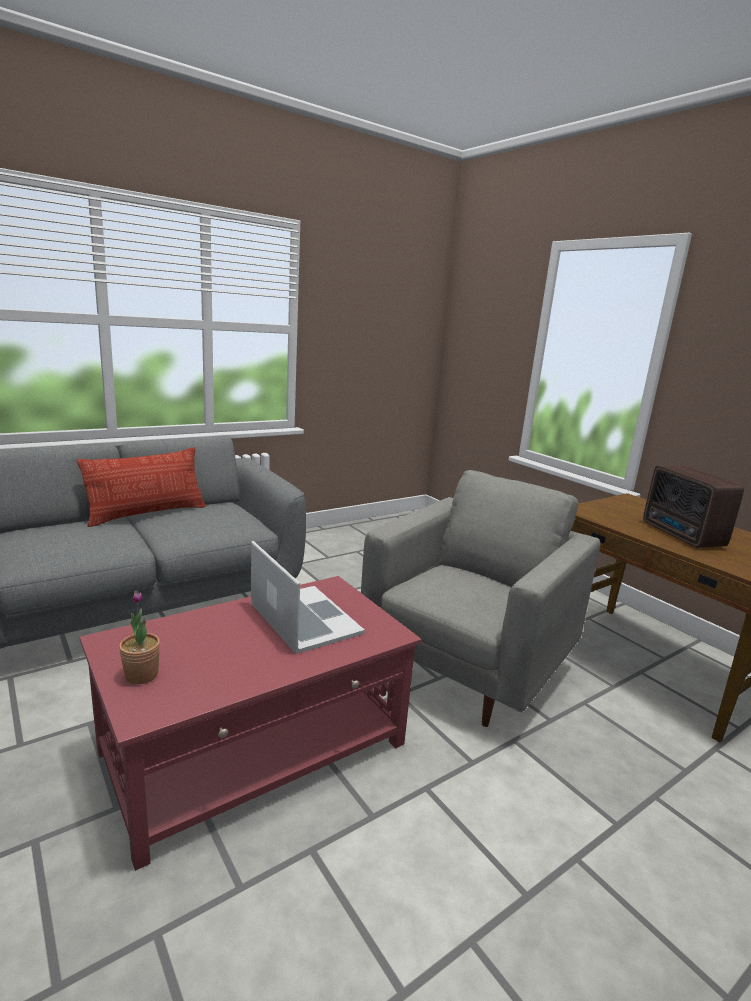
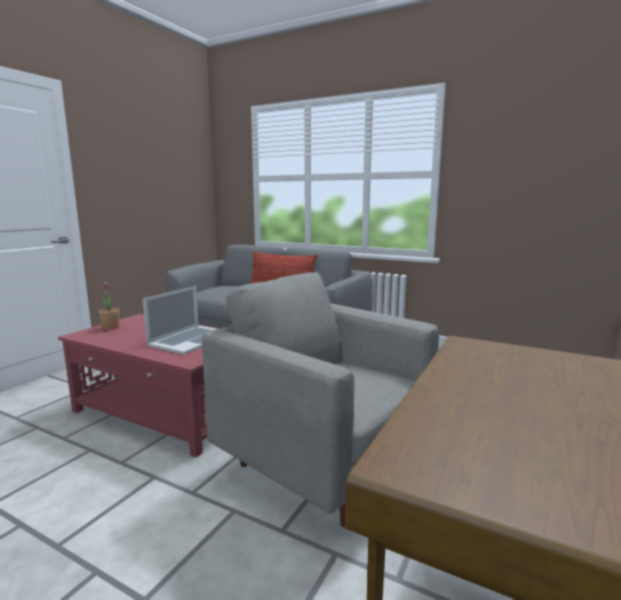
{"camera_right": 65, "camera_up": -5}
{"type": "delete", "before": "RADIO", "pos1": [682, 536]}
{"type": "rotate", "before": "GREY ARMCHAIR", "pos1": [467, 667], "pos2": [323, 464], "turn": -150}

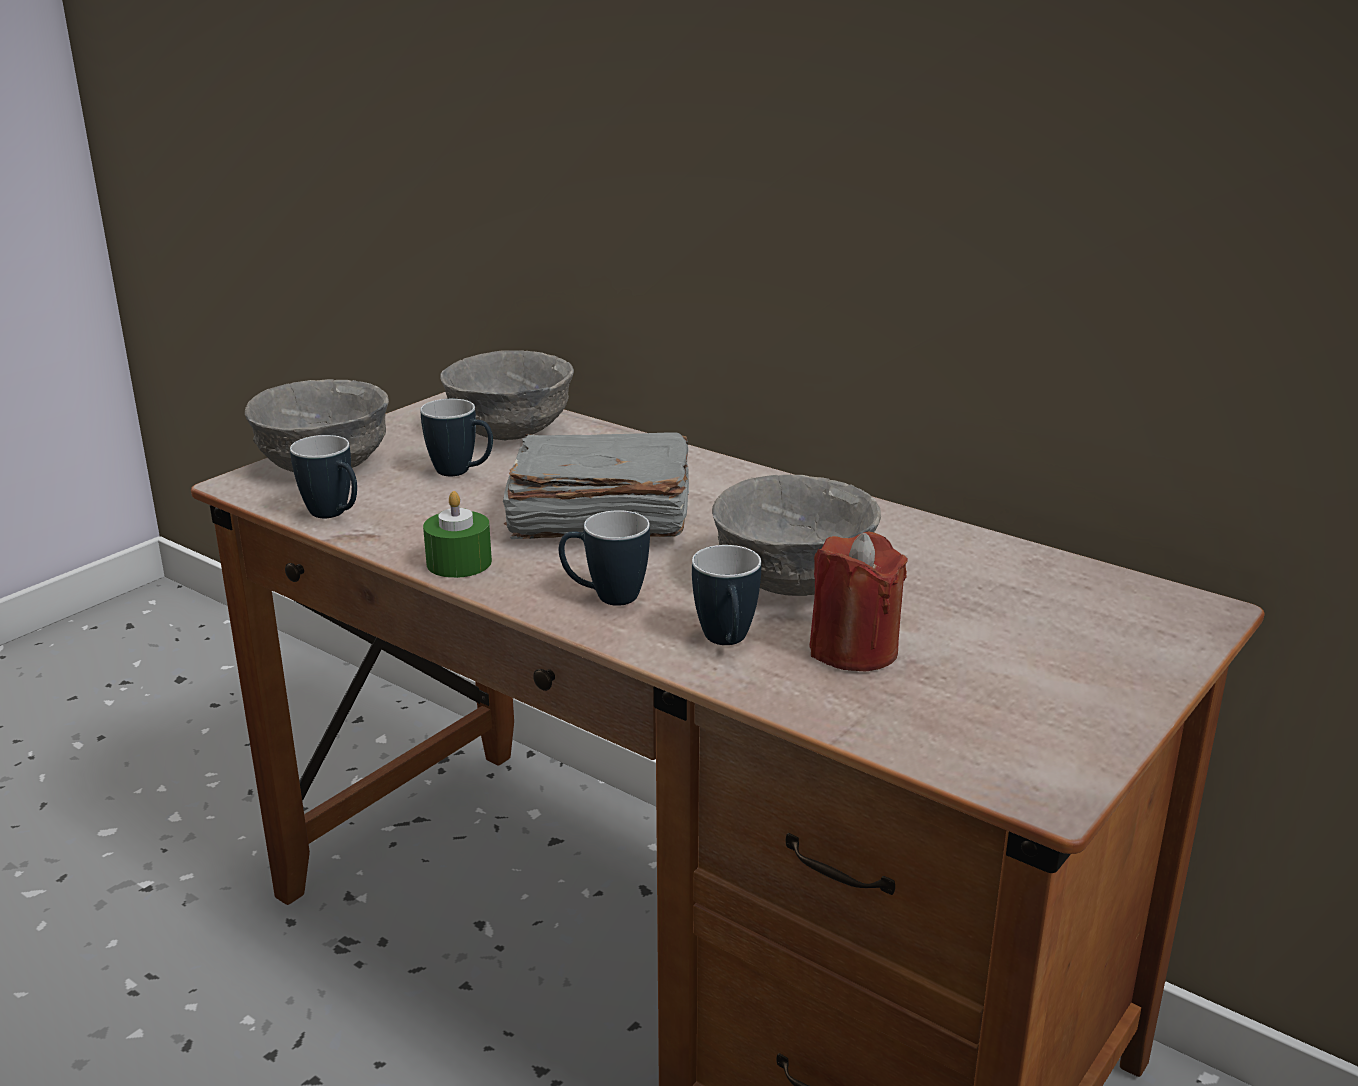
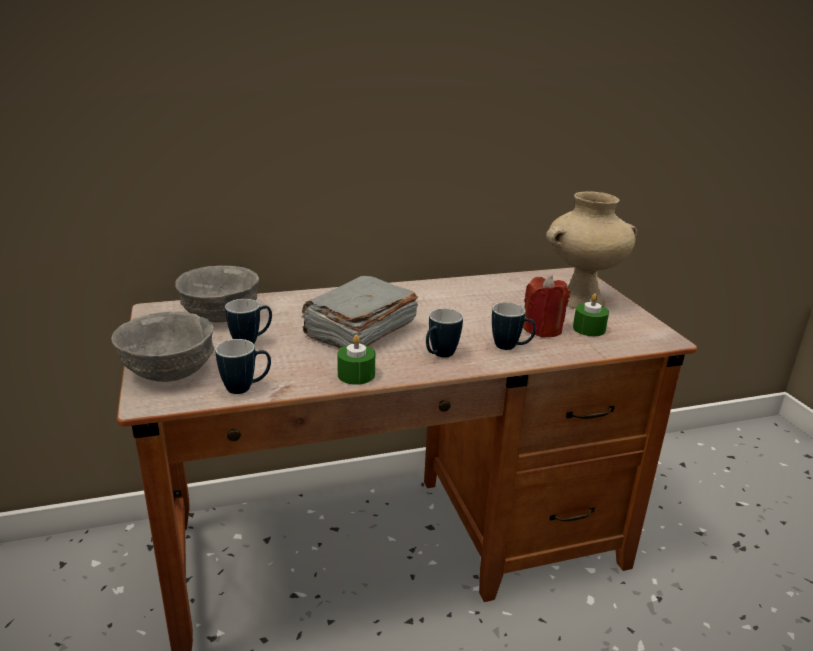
{"camera_right": -55, "camera_up": 0}
{"type": "delete", "before": "GREY BOWL", "pos1": [795, 579]}
{"type": "insert", "after": "BEIGE VASE", "pos2": [581, 300]}
{"type": "insert", "after": "GREEN CANDLE", "pos2": [589, 329]}

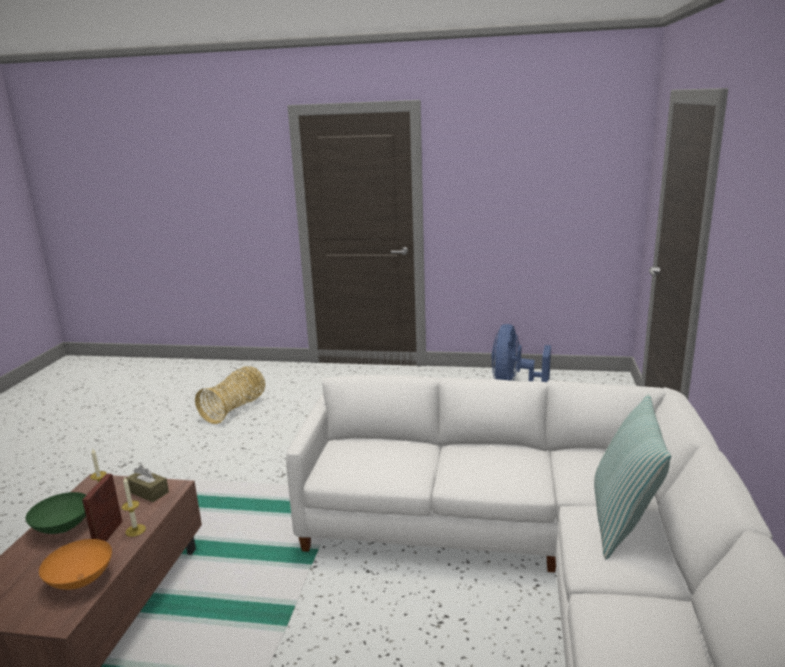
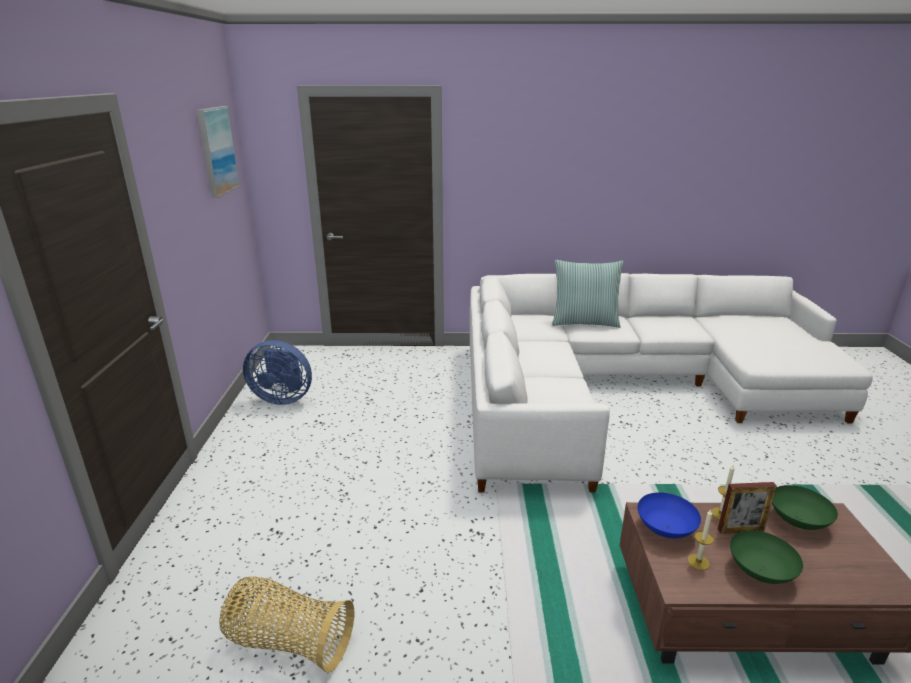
{"camera_right": -100, "camera_up": 5}
{"type": "insert", "after": "PICTURE", "pos2": [217, 151]}
{"type": "replace", "before": "BROWN TISSUE BOX", "after": "BLUE BOWL", "pos1": [148, 492], "pos2": [665, 529]}
{"type": "recolor", "before": "ORANGE BOWL", "after": "GREEN BOWL", "pos1": [80, 580], "pos2": [798, 522]}

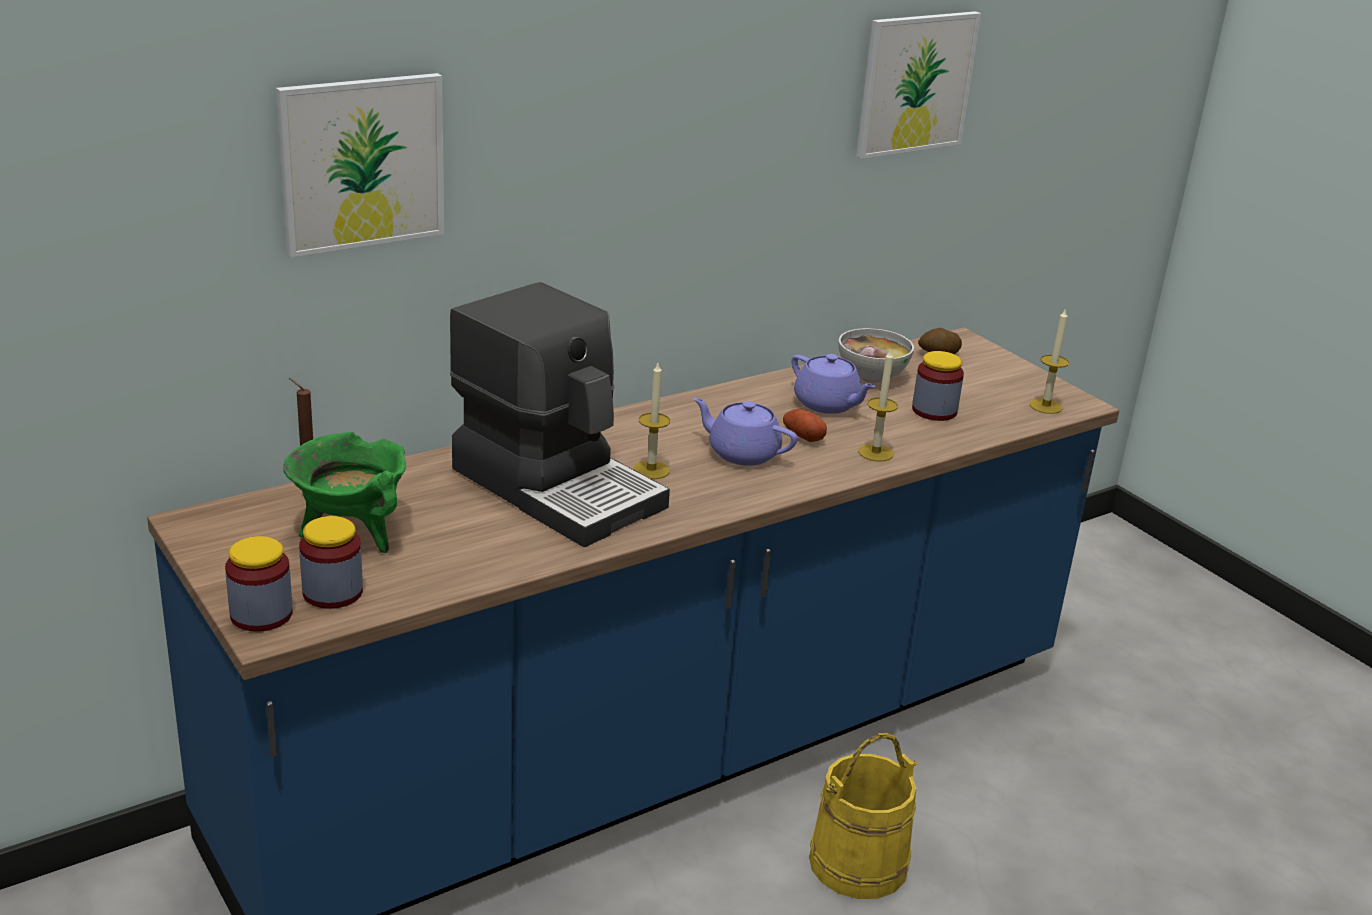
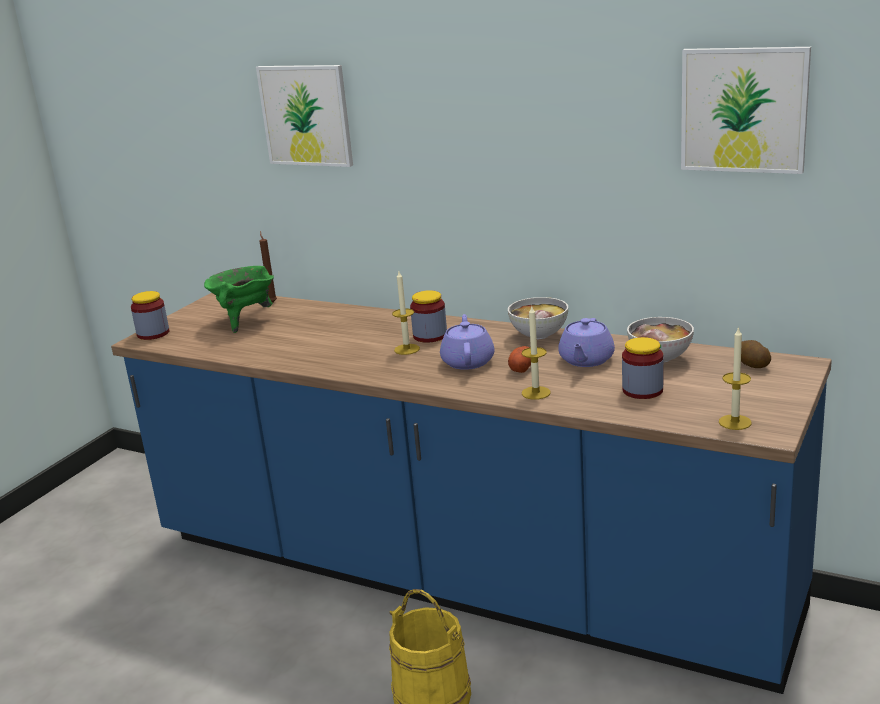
{"camera_right": 65, "camera_up": -5}
{"type": "delete", "before": "COFFEE MACHINE", "pos1": [558, 486]}
{"type": "insert", "after": "BOWL", "pos2": [538, 335]}
{"type": "move", "before": "JAR", "pos1": [332, 592], "pos2": [430, 336]}

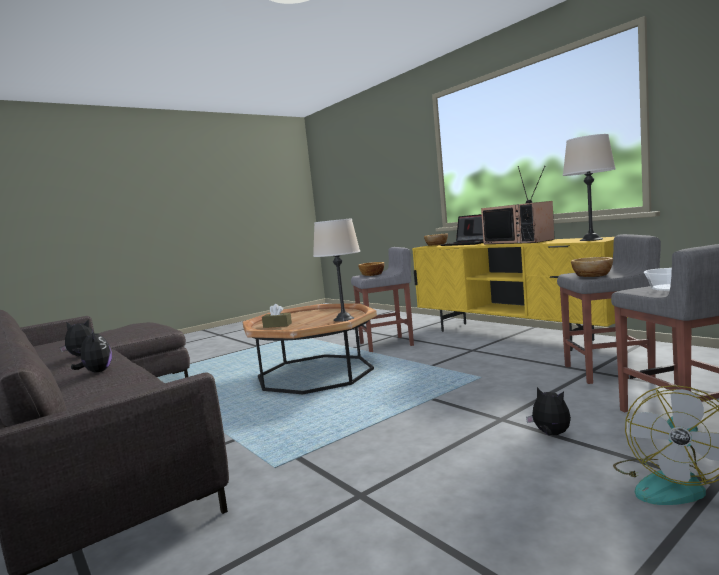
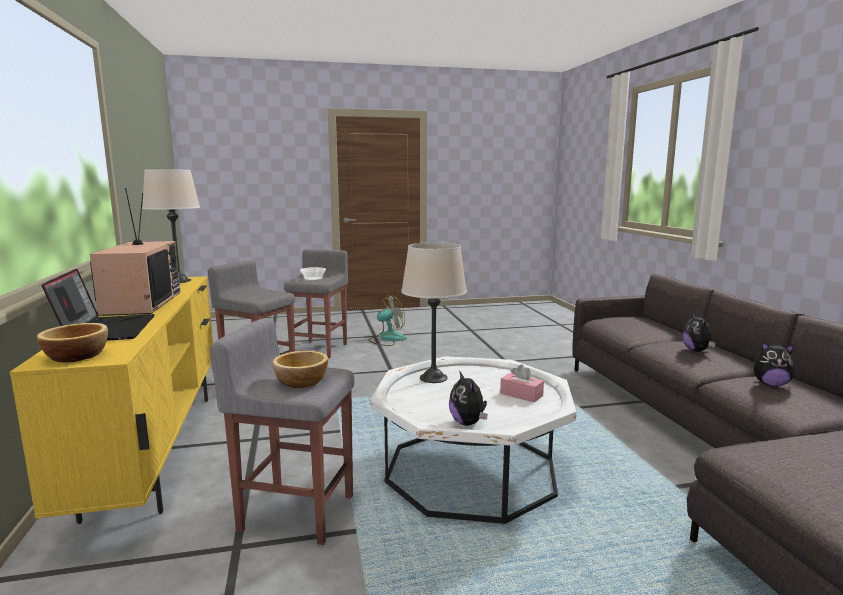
{"camera_right": -155, "camera_up": 5}
{"type": "delete", "before": "BOWL", "pos1": [593, 275]}
{"type": "move", "before": "PLUSH TOY", "pos1": [550, 434], "pos2": [468, 423]}
{"type": "recolor", "before": "BROWN COFFEE TABLE", "after": "WHITE COFFEE TABLE", "pos1": [315, 374], "pos2": [471, 471]}
{"type": "recolor", "before": "BROWN TISSUE BOX", "after": "PINK TISSUE BOX", "pos1": [277, 325], "pos2": [521, 395]}

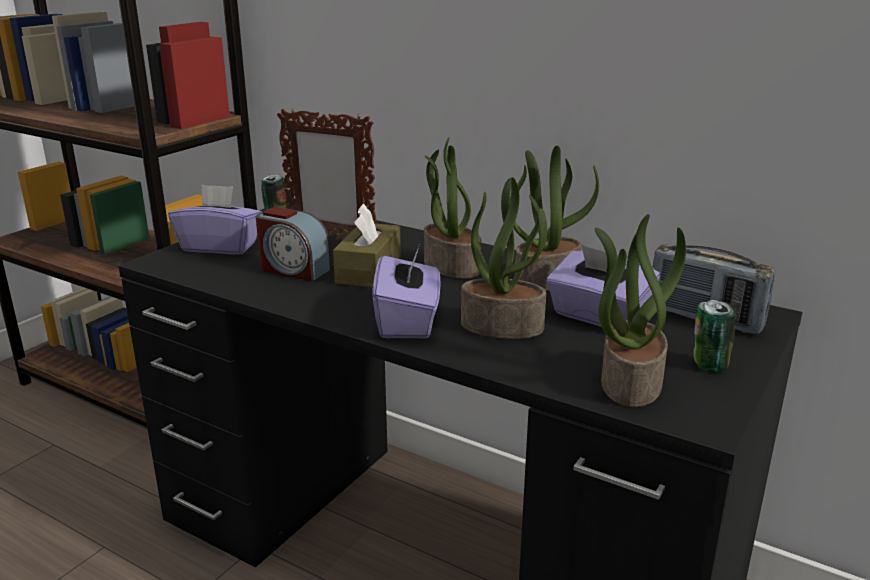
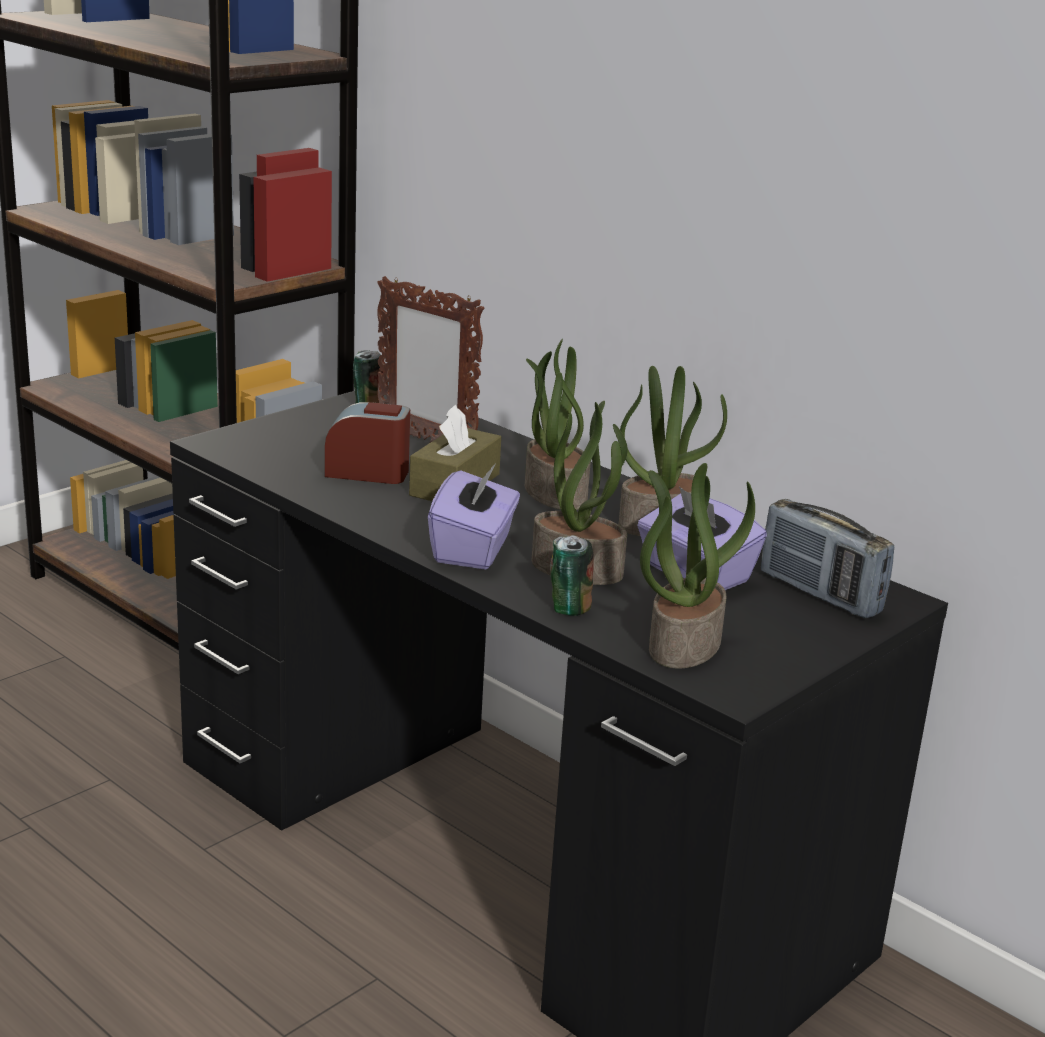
{"camera_right": 10, "camera_up": 0}
{"type": "delete", "before": "PURPLE TISSUE BOX", "pos1": [220, 246]}
{"type": "move", "before": "CAN", "pos1": [708, 365], "pos2": [568, 608]}
{"type": "rotate", "before": "ALARM CLOCK", "pos1": [294, 269], "pos2": [367, 473], "turn": 150}

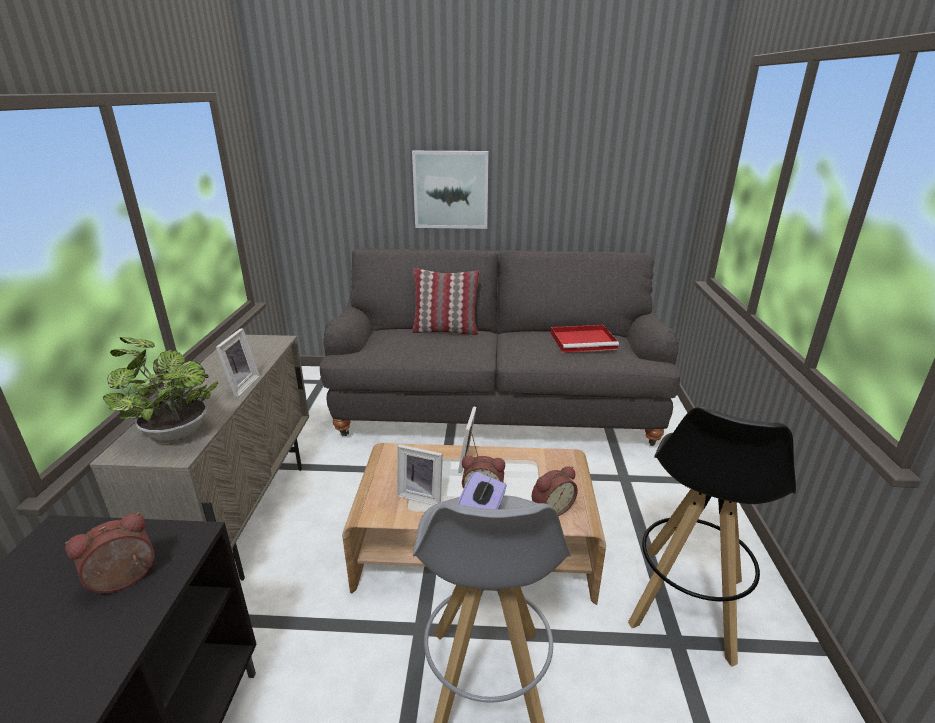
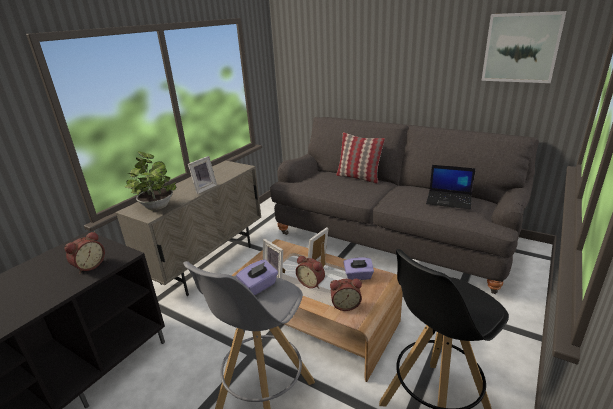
{"camera_right": 30, "camera_up": 0}
{"type": "insert", "after": "PURPLE TISSUE BOX", "pos2": [358, 276]}
{"type": "move", "before": "PICTURE", "pos1": [451, 190], "pos2": [521, 48]}
{"type": "replace", "before": "RED TRAY", "after": "LAPTOP", "pos1": [584, 341], "pos2": [449, 200]}
{"type": "rotate", "before": "ALARM CLOCK", "pos1": [124, 581], "pos2": [89, 266], "turn": 135}

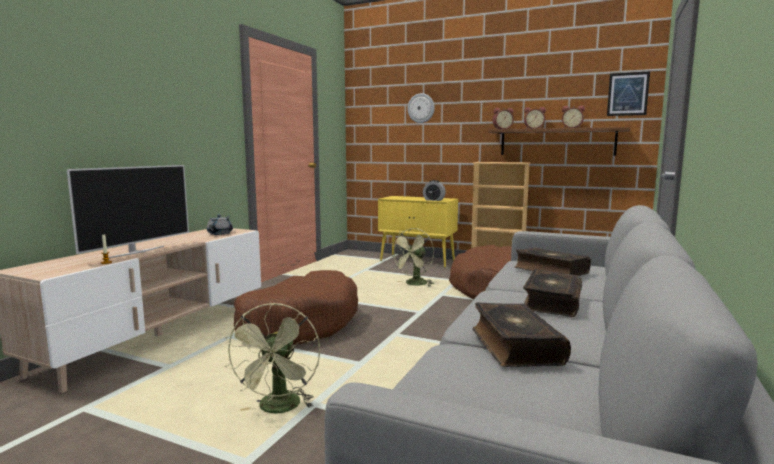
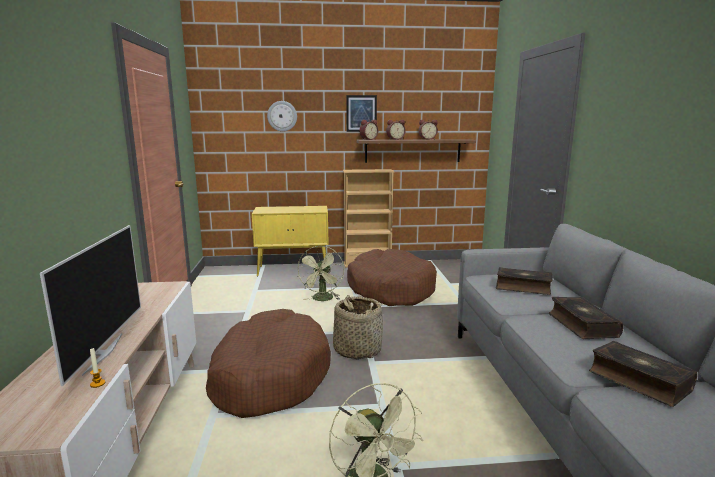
{"camera_right": -30, "camera_up": 5}
{"type": "delete", "before": "GREY TEAPOT", "pos1": [220, 233]}
{"type": "delete", "before": "ALARM CLOCK", "pos1": [434, 200]}
{"type": "insert", "after": "BASKET", "pos2": [357, 350]}
{"type": "move", "before": "PICTURE", "pos1": [628, 94], "pos2": [361, 113]}

